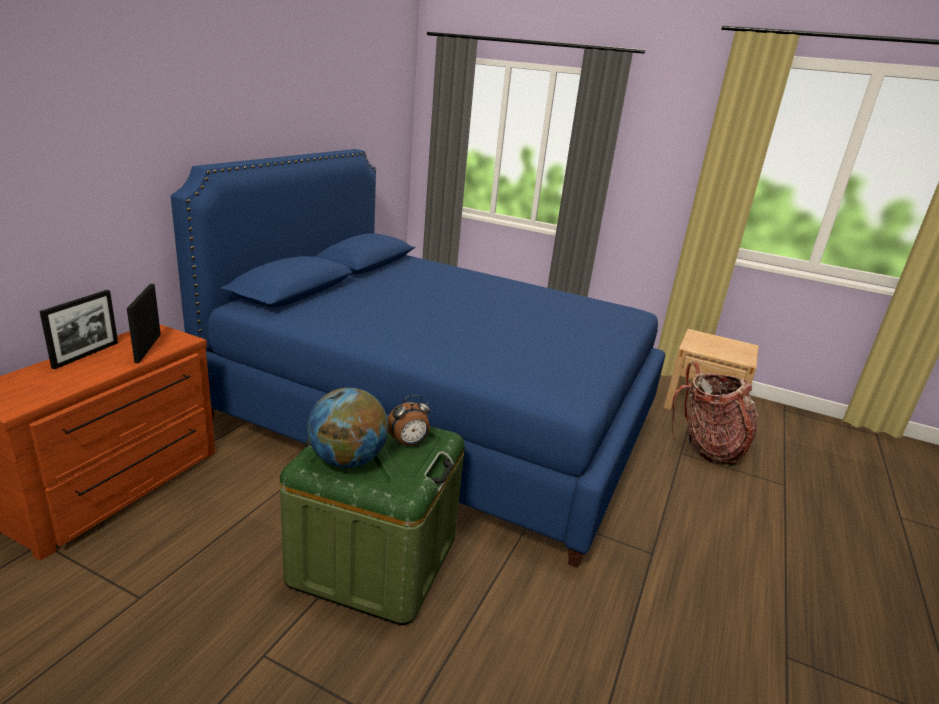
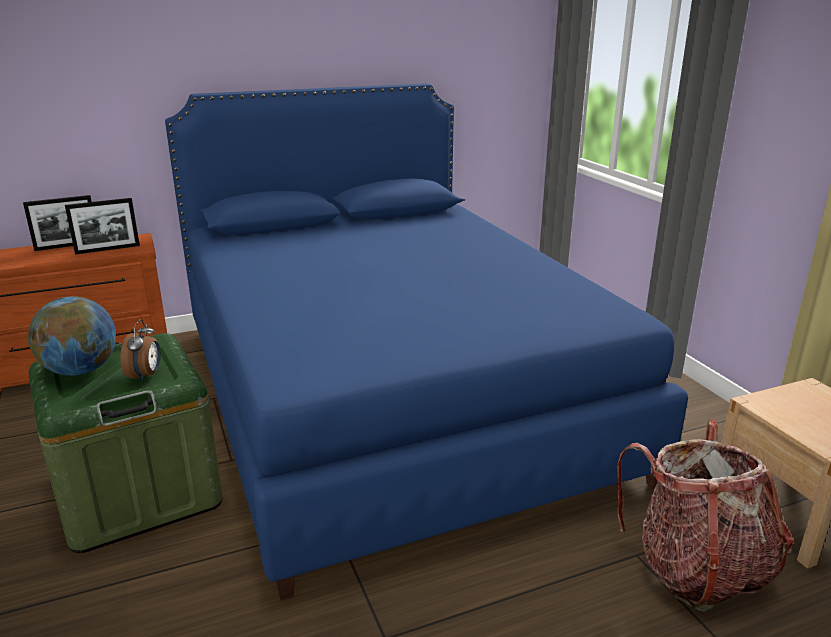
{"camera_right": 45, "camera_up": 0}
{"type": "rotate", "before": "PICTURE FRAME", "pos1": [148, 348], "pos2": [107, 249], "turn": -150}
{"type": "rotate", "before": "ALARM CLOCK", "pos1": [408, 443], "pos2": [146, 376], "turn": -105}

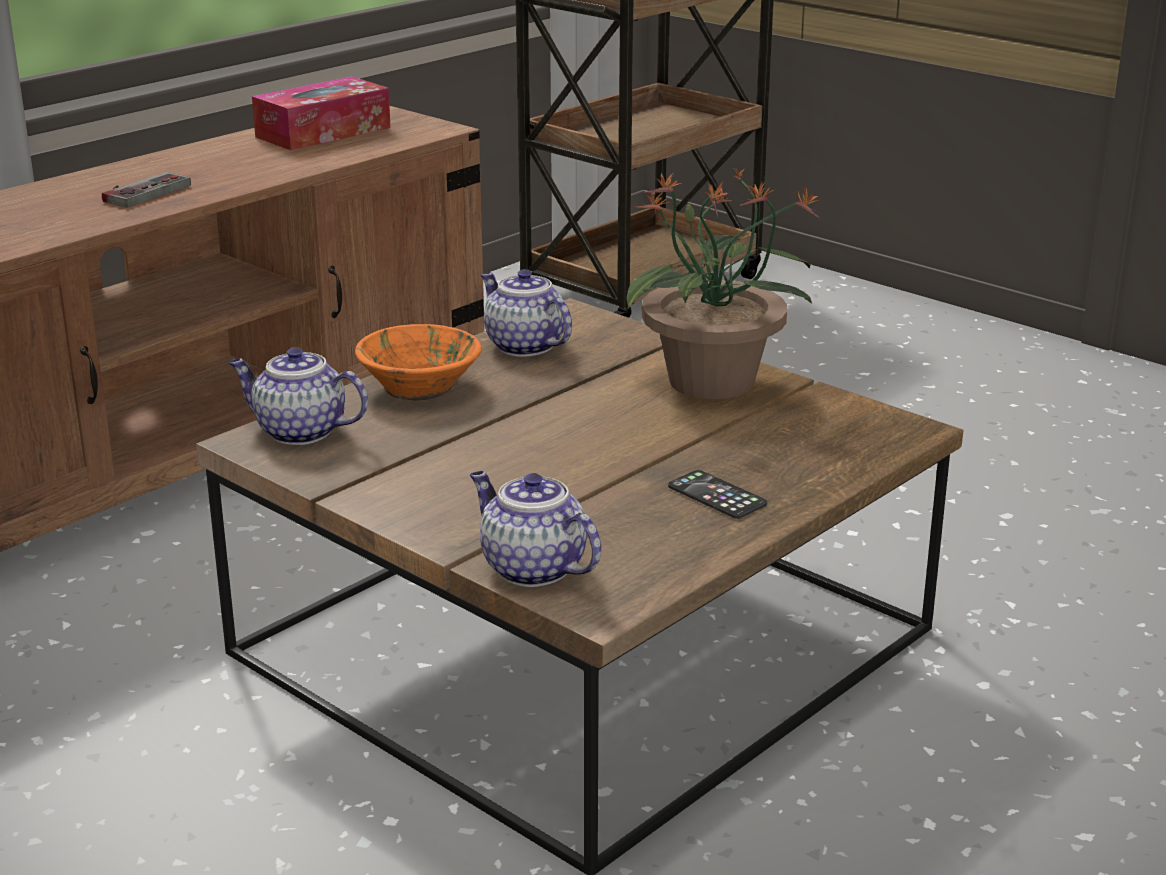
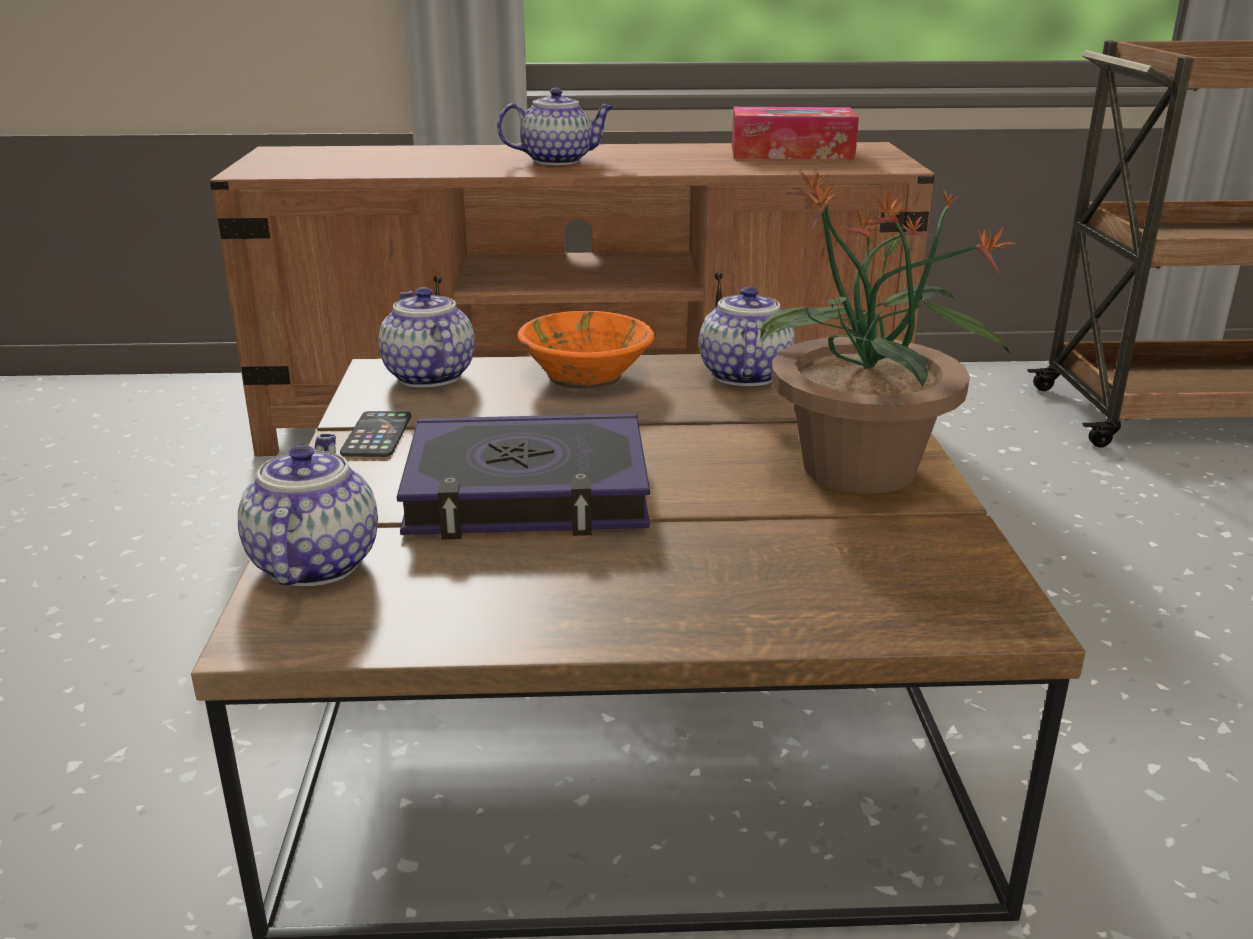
{"camera_right": 45, "camera_up": 0}
{"type": "insert", "after": "BOOK", "pos2": [527, 492]}
{"type": "move", "before": "PHONE", "pos1": [717, 495], "pos2": [377, 435]}
{"type": "replace", "before": "GAME CONTROLLER", "after": "TEAPOT", "pos1": [140, 191], "pos2": [558, 160]}

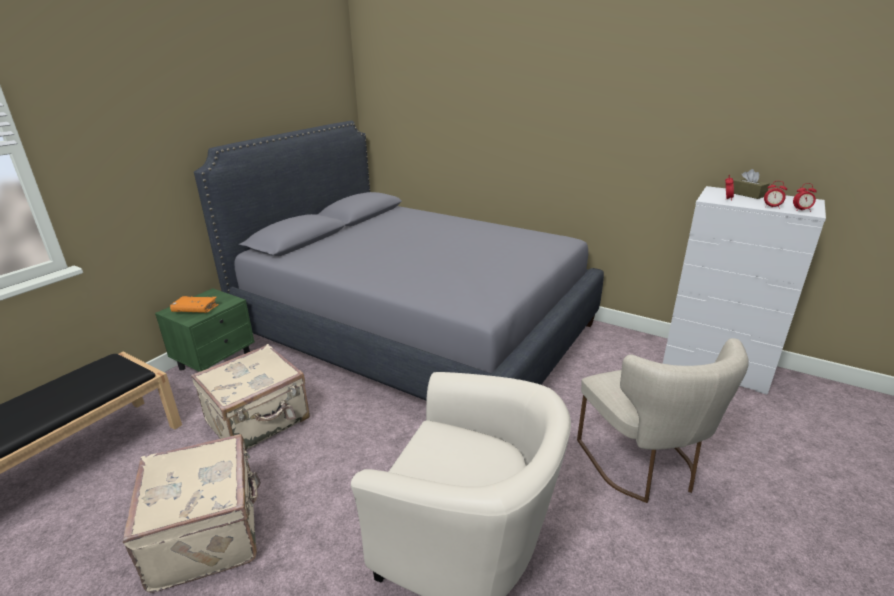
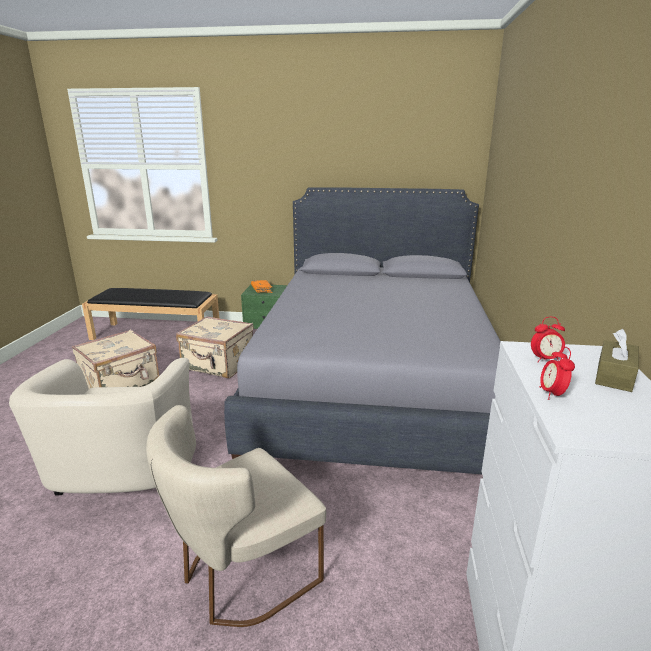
{"camera_right": 65, "camera_up": -5}
{"type": "delete", "before": "ALARM CLOCK", "pos1": [801, 210]}

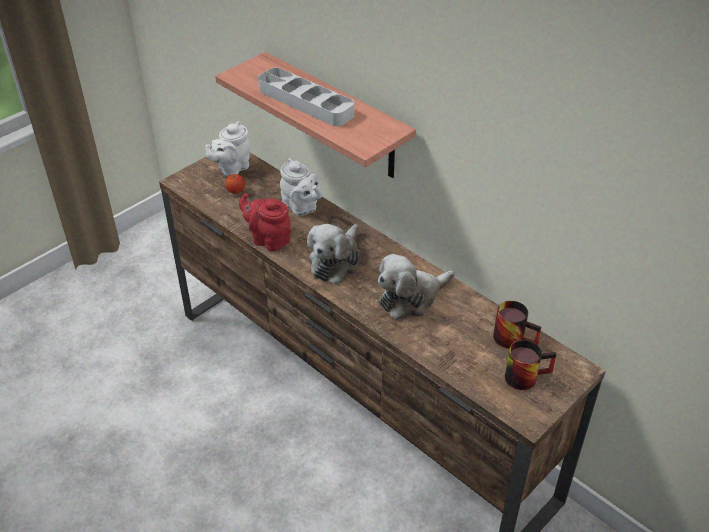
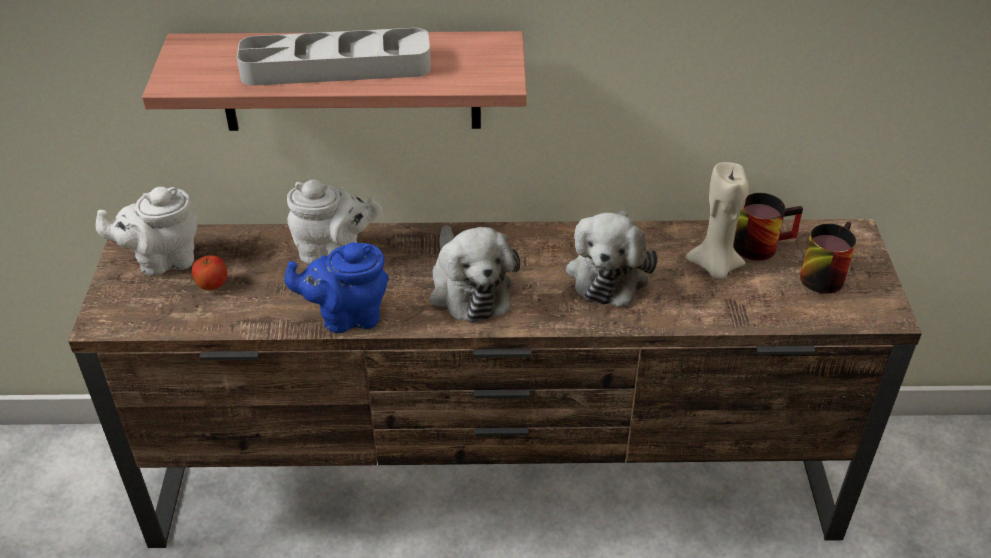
{"camera_right": -45, "camera_up": 0}
{"type": "insert", "after": "BEIGE CANDLE", "pos2": [715, 267]}
{"type": "recolor", "before": "RED TEAPOT", "after": "BLUE TEAPOT", "pos1": [268, 240], "pos2": [347, 316]}
{"type": "rotate", "before": "WHITE TEAPOT", "pos1": [231, 169], "pos2": [163, 260], "turn": 75}

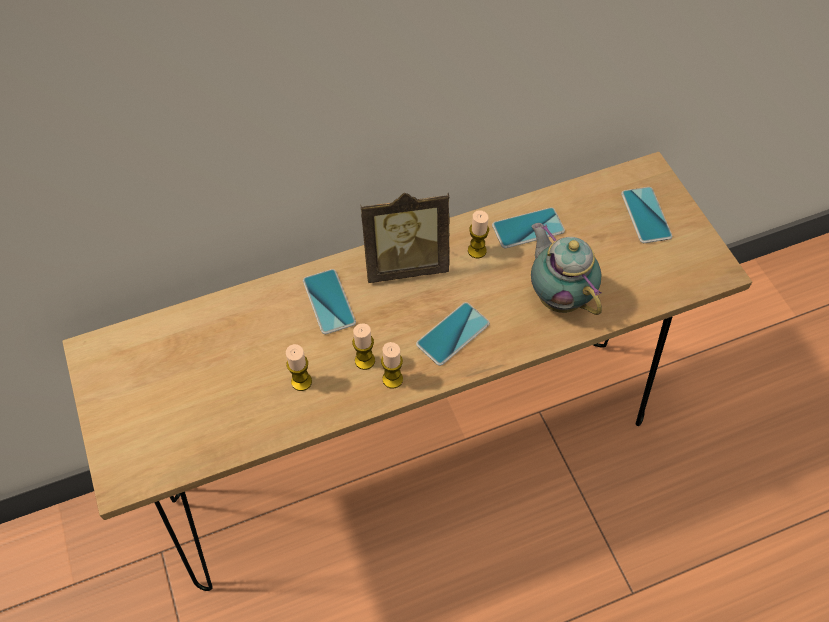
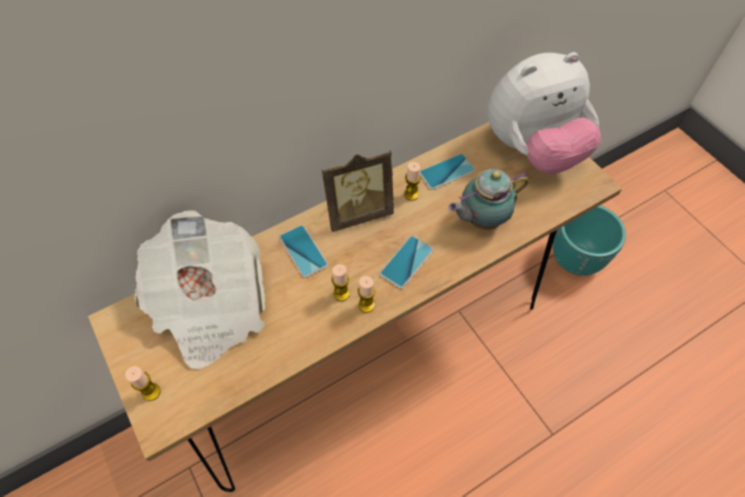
{"camera_right": -10, "camera_up": 0}
{"type": "insert", "after": "NEWSPAPER", "pos2": [209, 306]}
{"type": "insert", "after": "TURQUOISE PLANTER", "pos2": [576, 259]}
{"type": "move", "before": "CANDLE", "pos1": [301, 381], "pos2": [151, 392]}
{"type": "replace", "before": "PHONE", "after": "PLUSH TOY", "pos1": [646, 215], "pos2": [532, 150]}
{"type": "rotate", "before": "TEAPOT", "pos1": [558, 295], "pos2": [481, 220], "turn": -75}

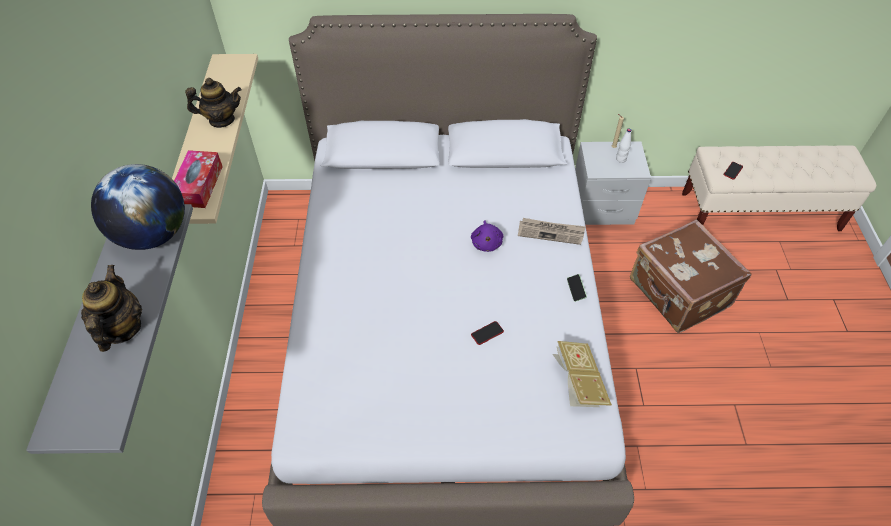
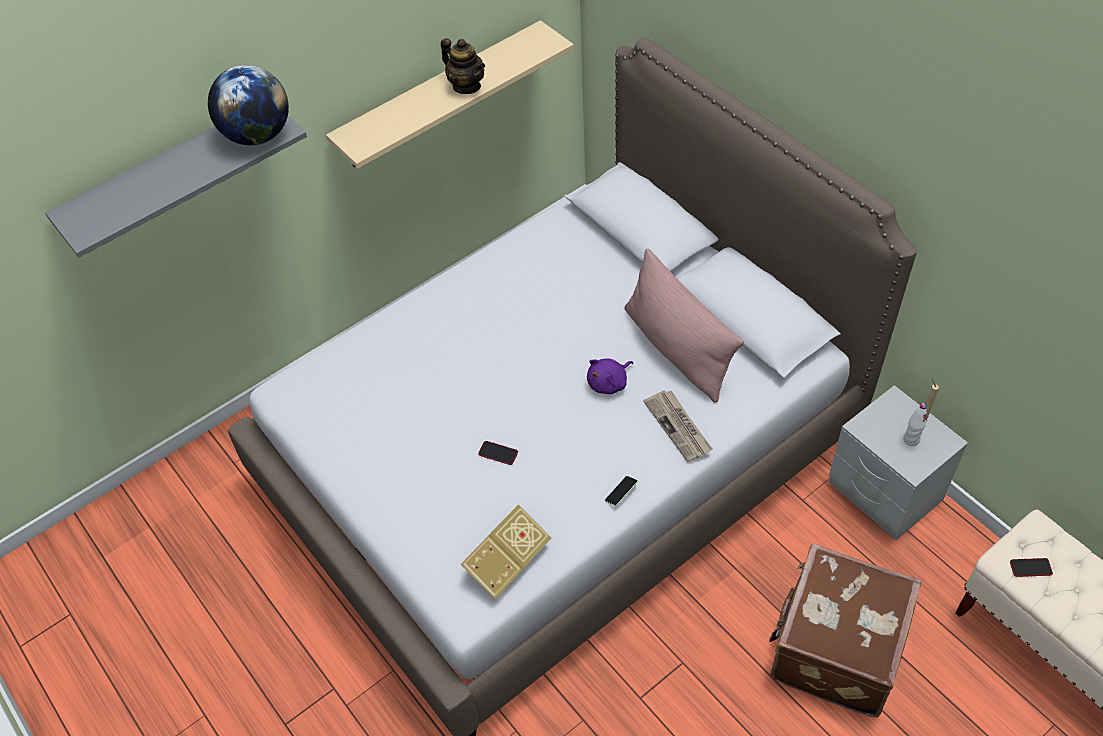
{"camera_right": 55, "camera_up": 0}
{"type": "delete", "before": "TEAPOT", "pos1": [122, 328]}
{"type": "delete", "before": "TISSUE BOX", "pos1": [199, 185]}
{"type": "insert", "after": "PINK PILLOW", "pos2": [677, 349]}

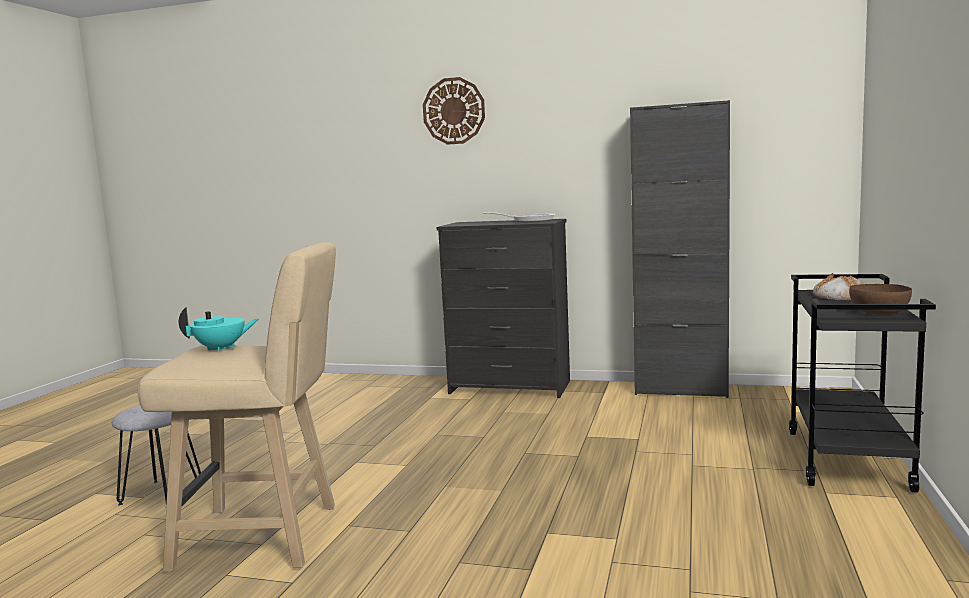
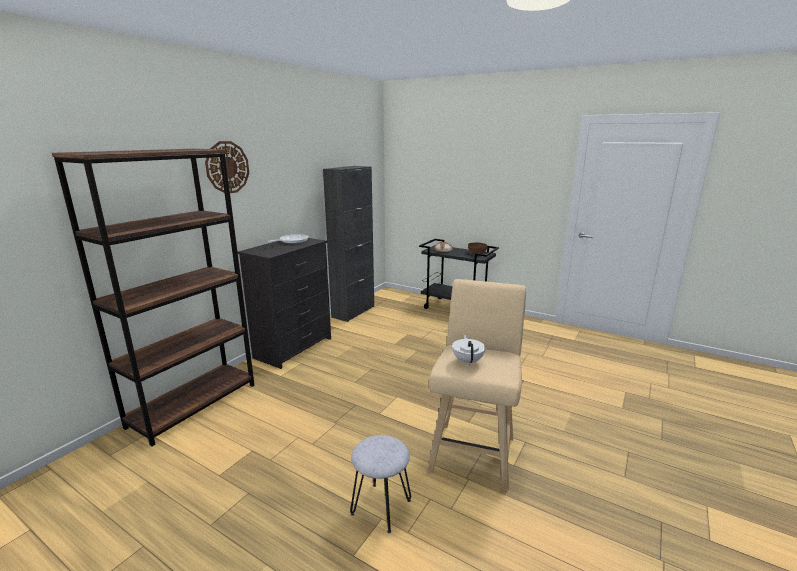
{"camera_right": -75, "camera_up": 10}
{"type": "insert", "after": "BROWN BOOKCASE", "pos2": [194, 405]}
{"type": "recolor", "before": "TURQUOISE TEAPOT", "after": "WHITE TEAPOT", "pos1": [221, 349], "pos2": [468, 361]}

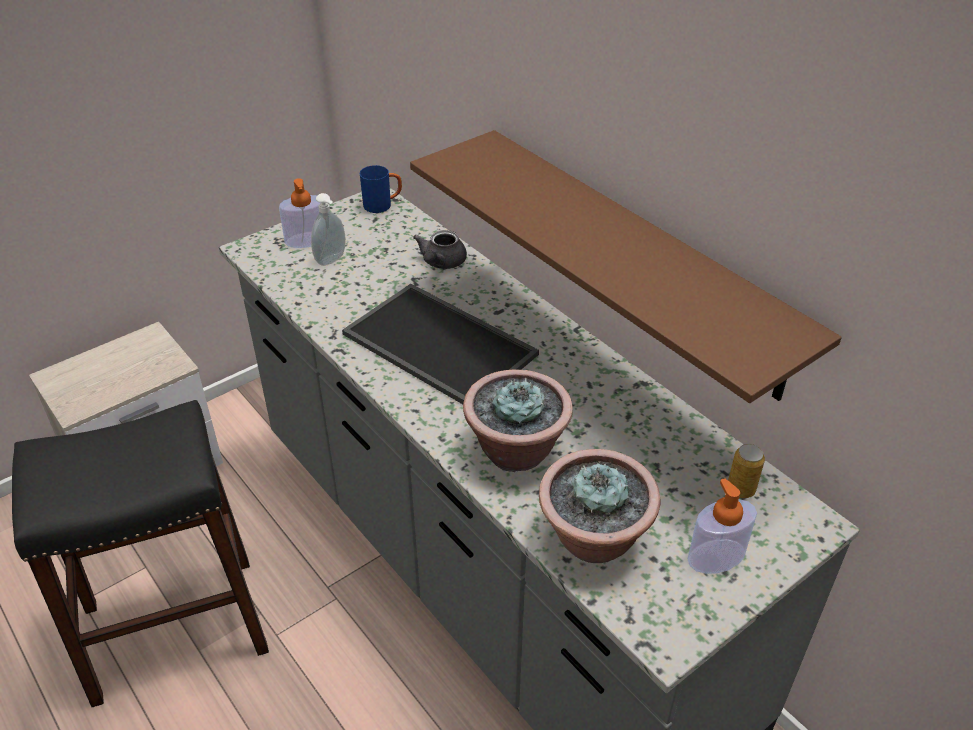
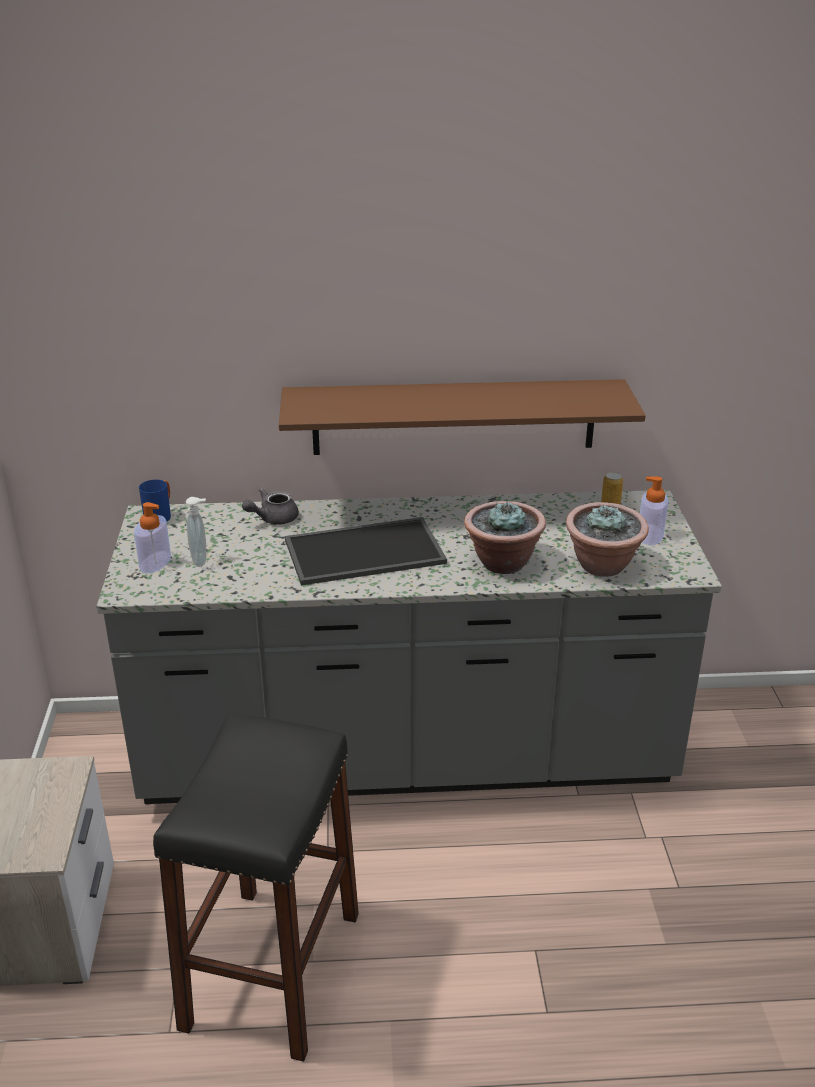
{"camera_right": -55, "camera_up": -10}
{"type": "rotate", "before": "GREY TEAPOT", "pos1": [441, 263], "pos2": [273, 519], "turn": 90}

